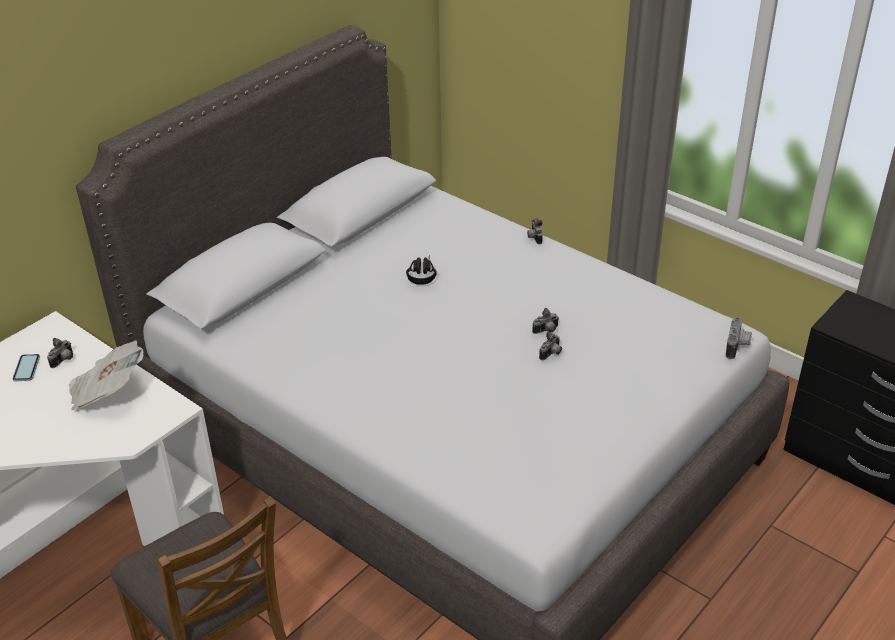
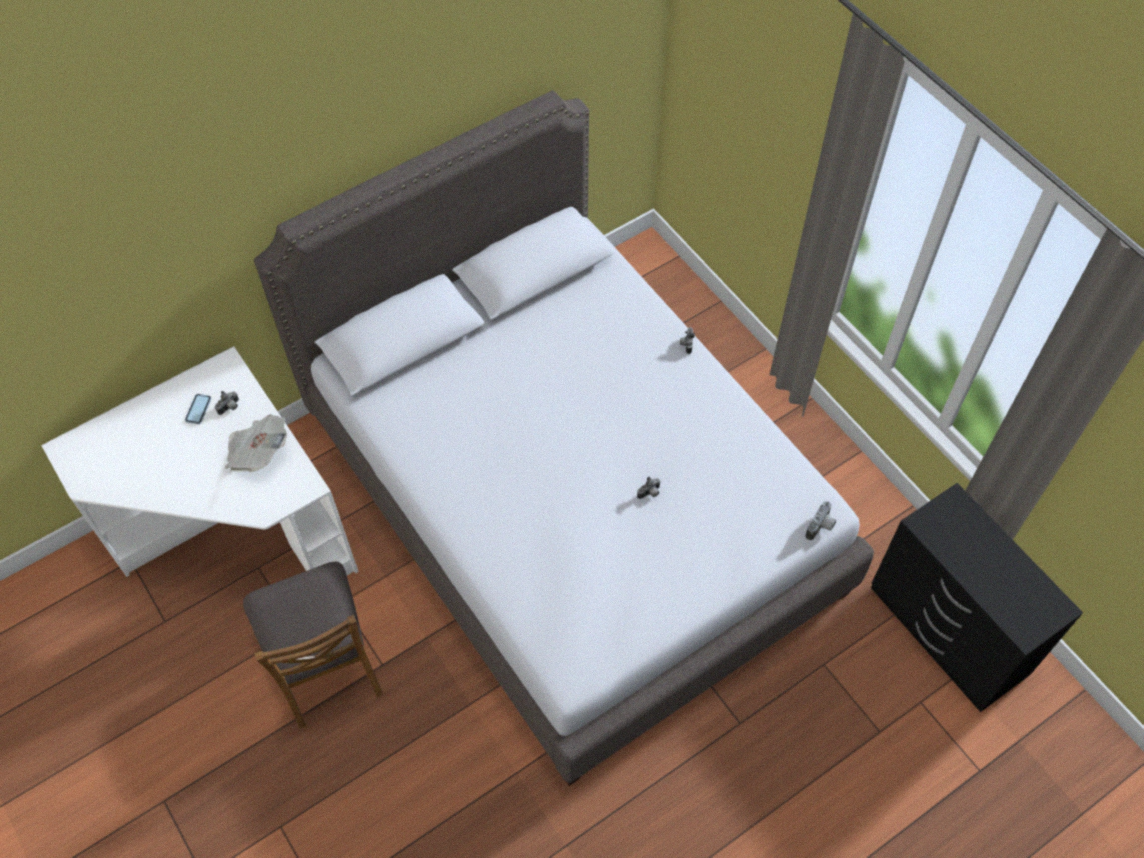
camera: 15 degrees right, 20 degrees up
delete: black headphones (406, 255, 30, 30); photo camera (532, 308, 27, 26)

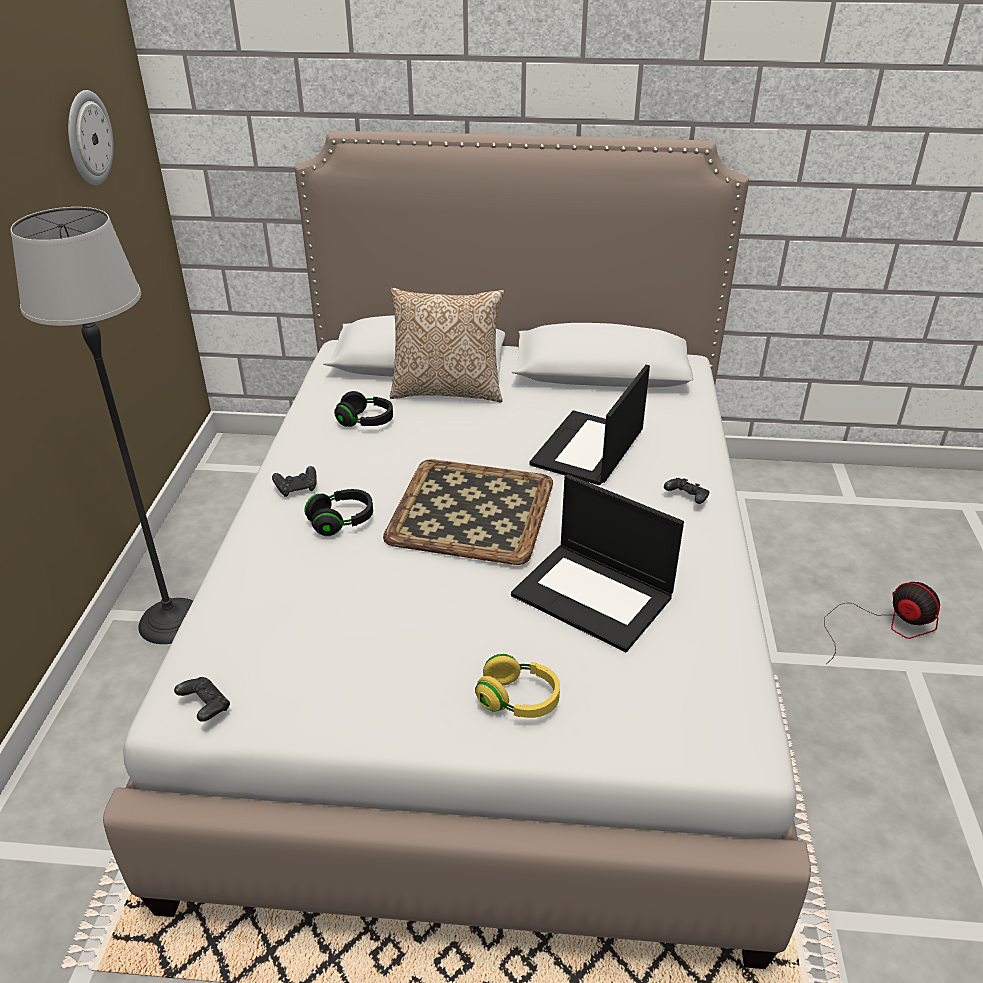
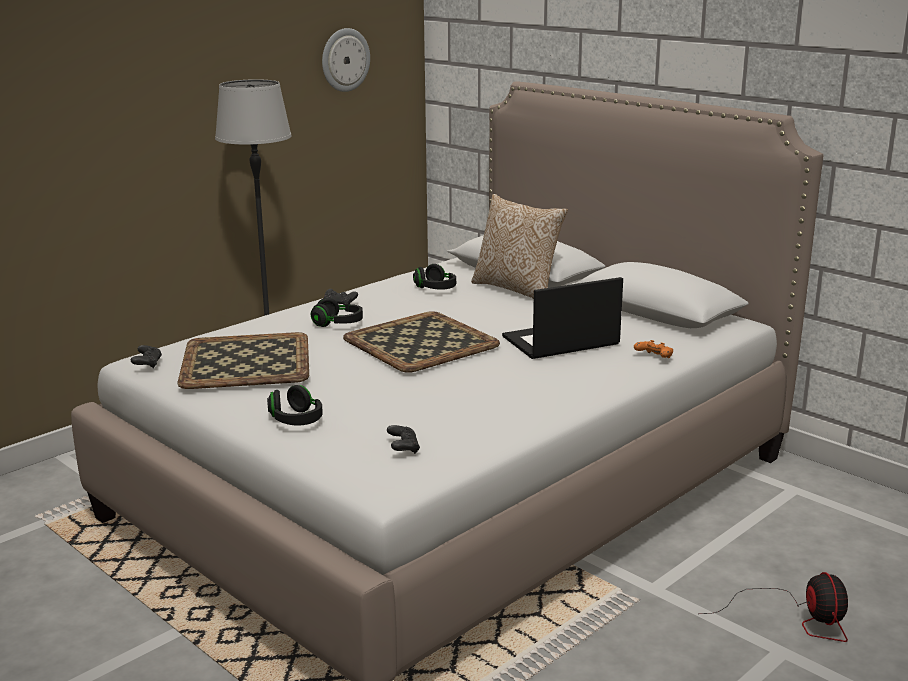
camera: 40 degrees right, 15 degrees down
delete: laptop (511, 474, 173, 178)
insert: tray (177, 332, 132, 57); orange game controller (634, 340, 39, 18)
move: black game controller (664, 478, 46, 26) to (387, 425, 33, 29)
recolor: yellow headphones (475, 654, 85, 64) to black headphones (267, 385, 56, 40)

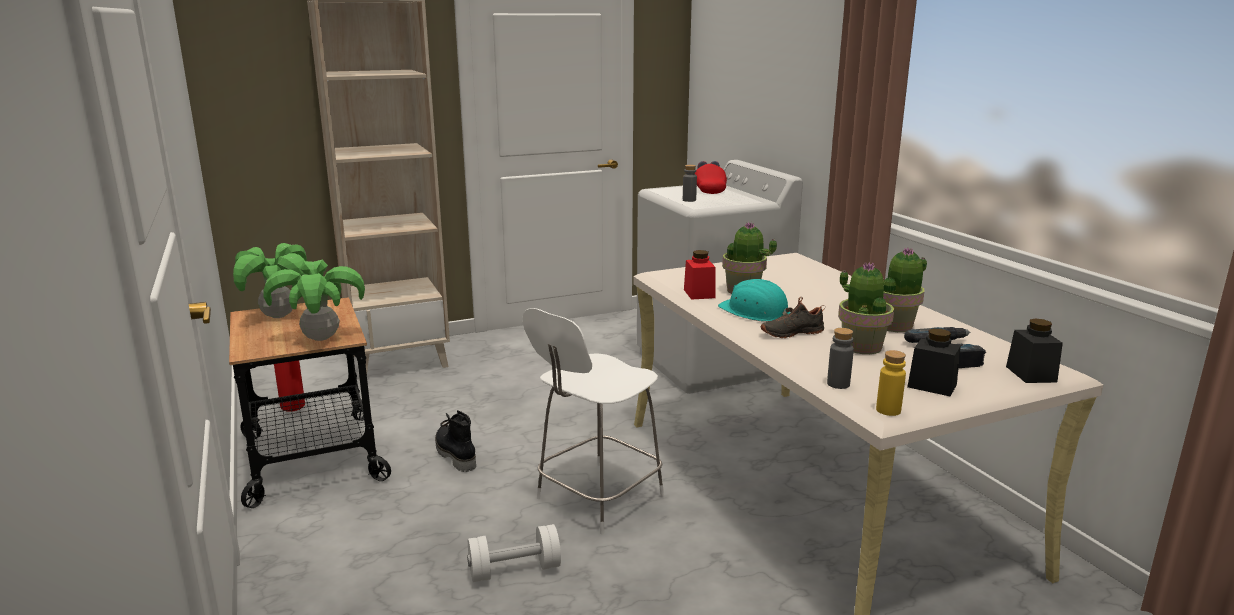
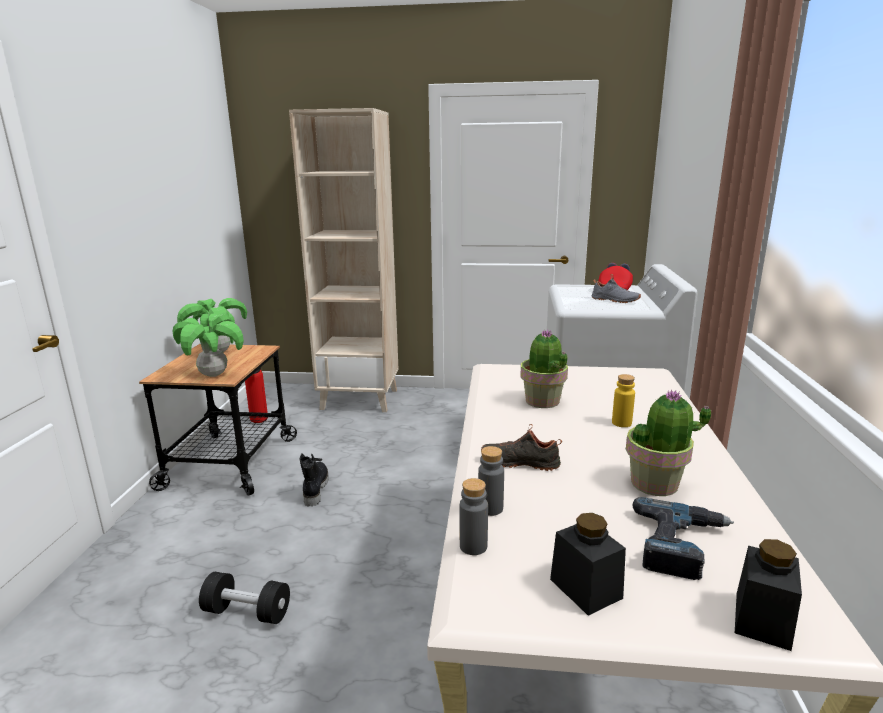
camera: 30 degrees right, 0 degrees up
delete: red jar (684, 250, 31, 50); potted plant (838, 262, 56, 92); turquoise hard hat (718, 279, 75, 43); white chair (523, 308, 141, 226)
insert: grey shoe (592, 274, 49, 29)
move: grey bottle (683, 165, 14, 37) to (478, 446, 26, 70); yellow bottle (876, 350, 30, 66) to (612, 374, 23, 53)
recolor: white dumbbell (467, 524, 94, 58) to black dumbbell (199, 572, 91, 52)

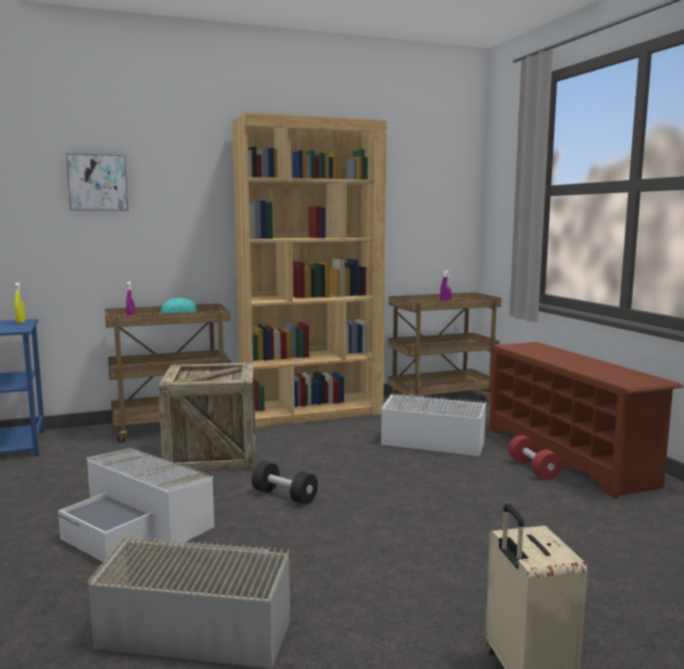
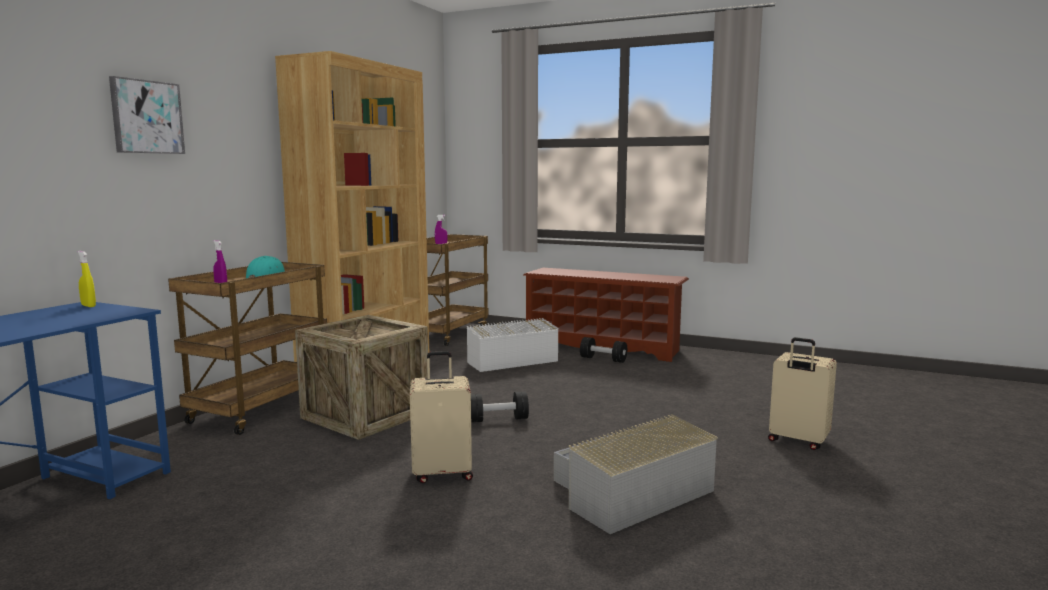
camera: 45 degrees left, 0 degrees up
replace: white storage box (58, 448, 156, 114) to beige suitcase (410, 351, 63, 132)
recolor: red dumbbell (508, 435, 55, 45) to black dumbbell (580, 337, 47, 26)

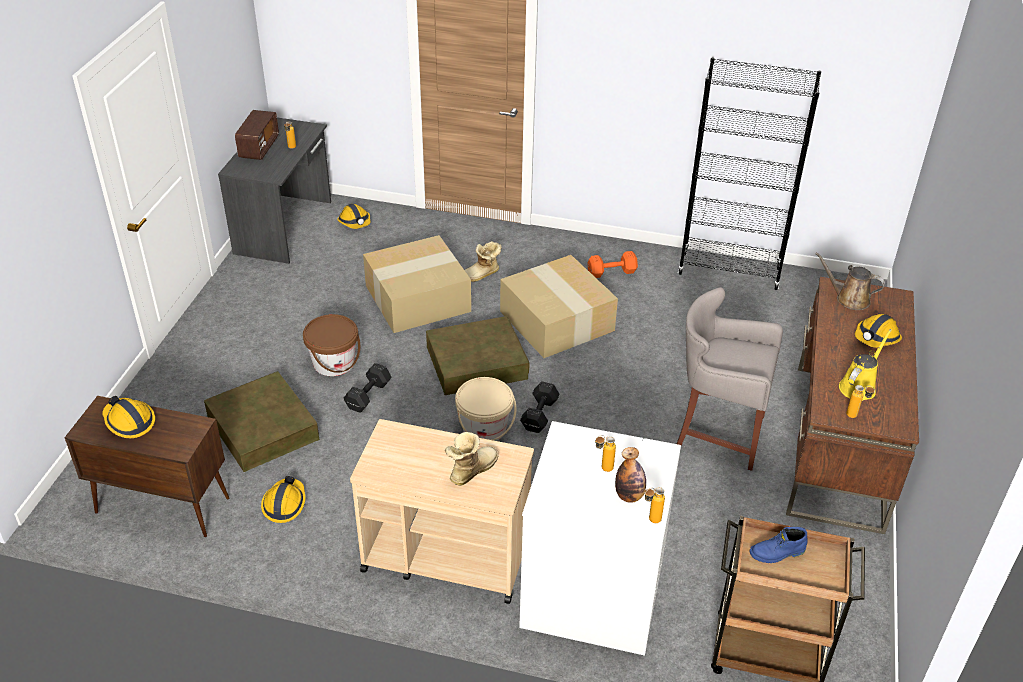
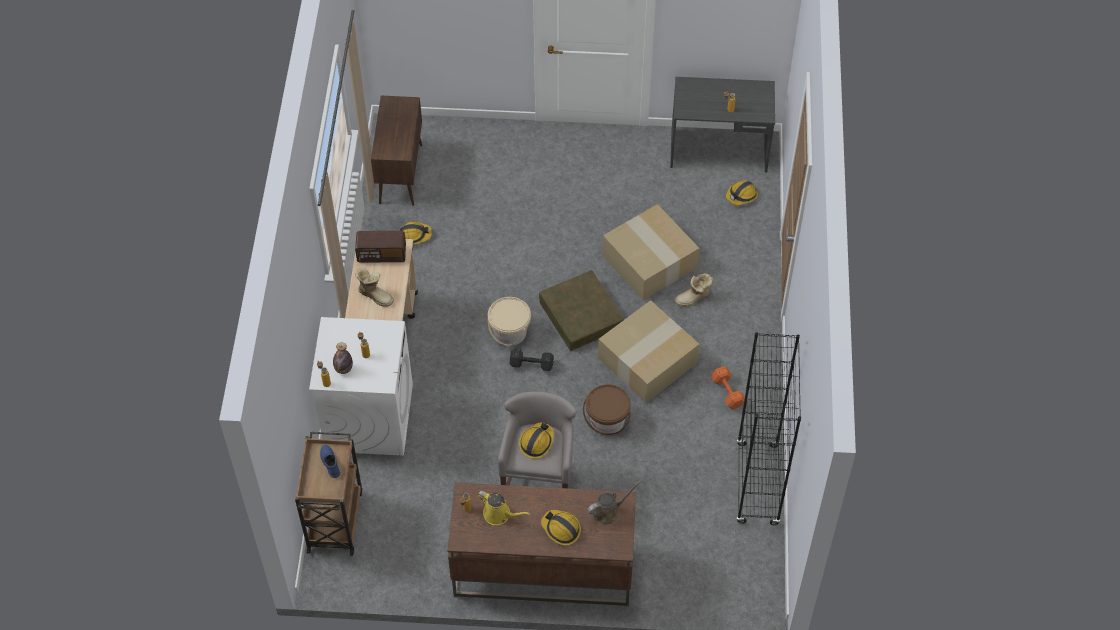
camera: 80 degrees right, 15 degrees up
delete: black dumbbell (344, 363, 48, 50); brown storage box (204, 371, 115, 101)
move: radio (235, 110, 44, 50) to (355, 231, 51, 32); brown bucket (303, 314, 57, 62) to (583, 384, 48, 51); hard hat (102, 396, 53, 42) to (519, 422, 35, 37)
rotate: boot (465, 241, 37, 41) = (674, 273, 39, 34) 75 degrees counterclockwise; brown watering can (816, 252, 69, 58) = (587, 481, 54, 44) 45 degrees clockwise

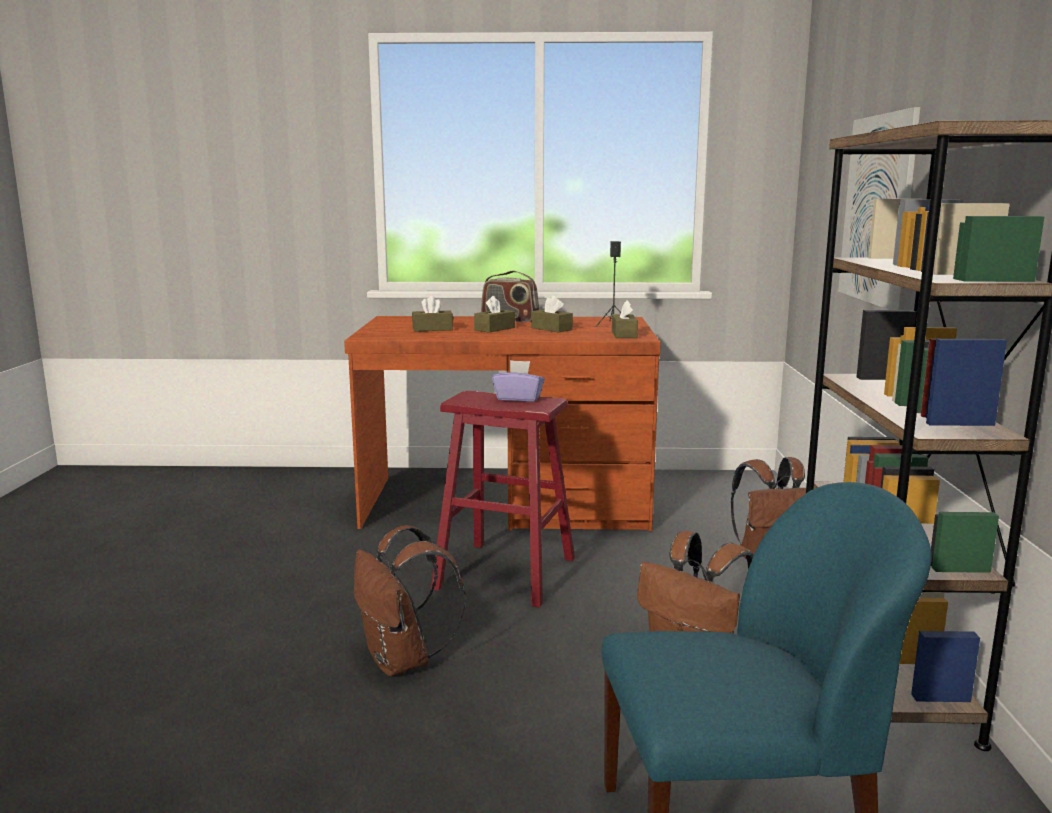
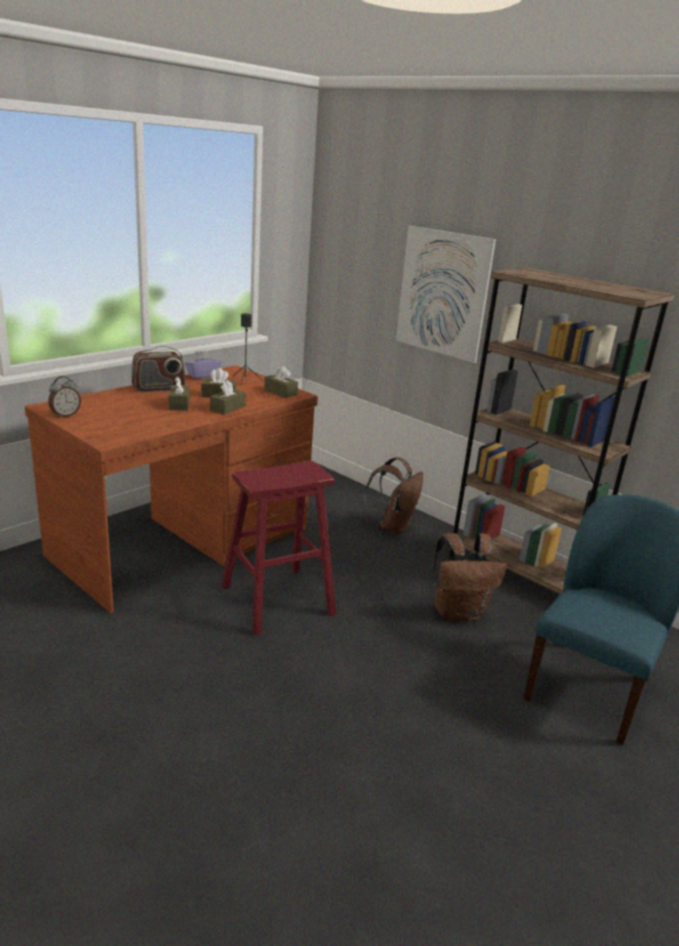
camera: 50 degrees left, 10 degrees up
delete: brown backpack (354, 525, 112, 151)
insert: alarm clock (48, 376, 33, 42)
move: brown tissue box (412, 296, 41, 36) to (210, 380, 36, 35); purple tissue box (492, 360, 53, 42) to (185, 350, 36, 29)

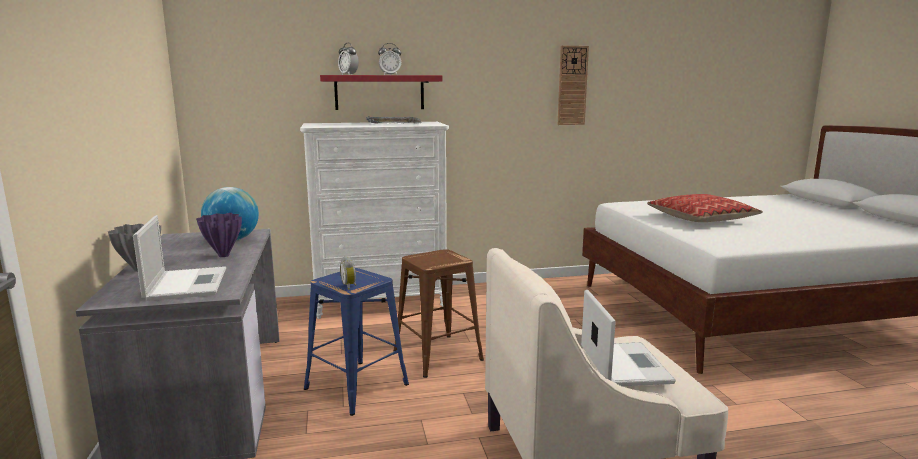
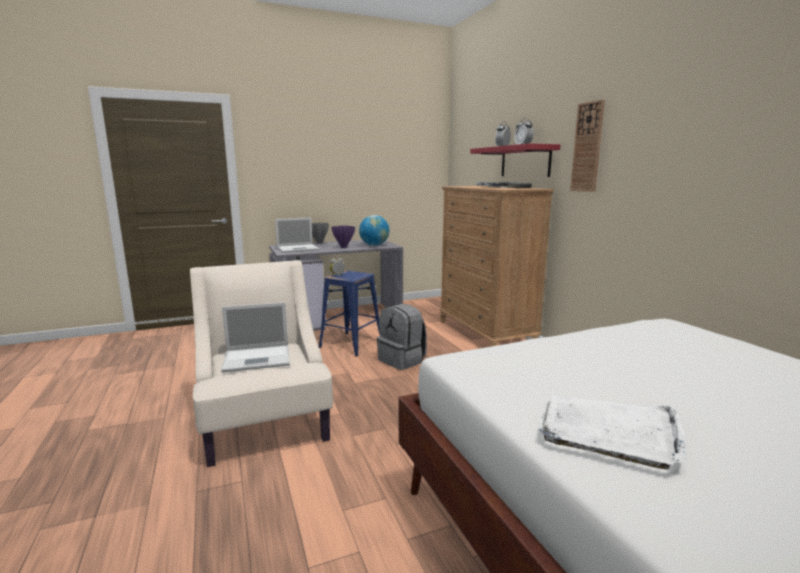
camera: 80 degrees right, 0 degrees up
delete: pillow (647, 194, 116, 28)
insert: white tray (539, 395, 147, 74)
move: wall clock (558, 46, 31, 79) to (570, 100, 35, 92)
replace: brown stool (394, 249, 90, 129) to grey backpack (377, 304, 50, 66)
recolor: white dresser (300, 122, 149, 197) to brown dresser (440, 186, 114, 161)

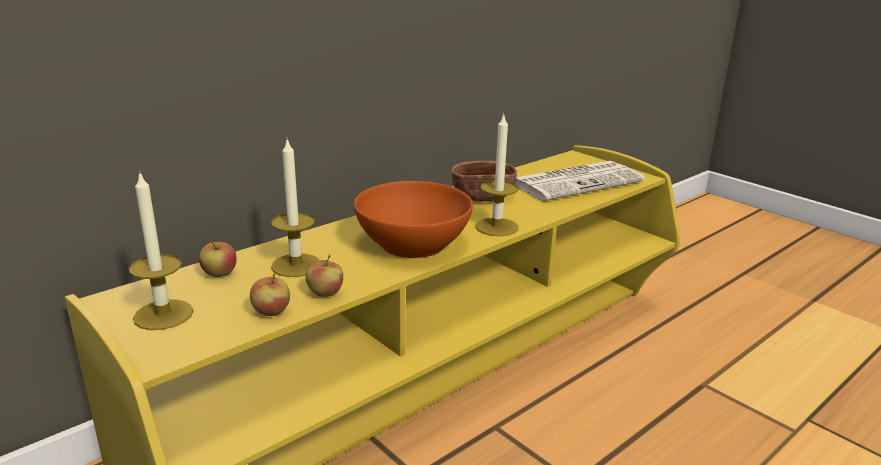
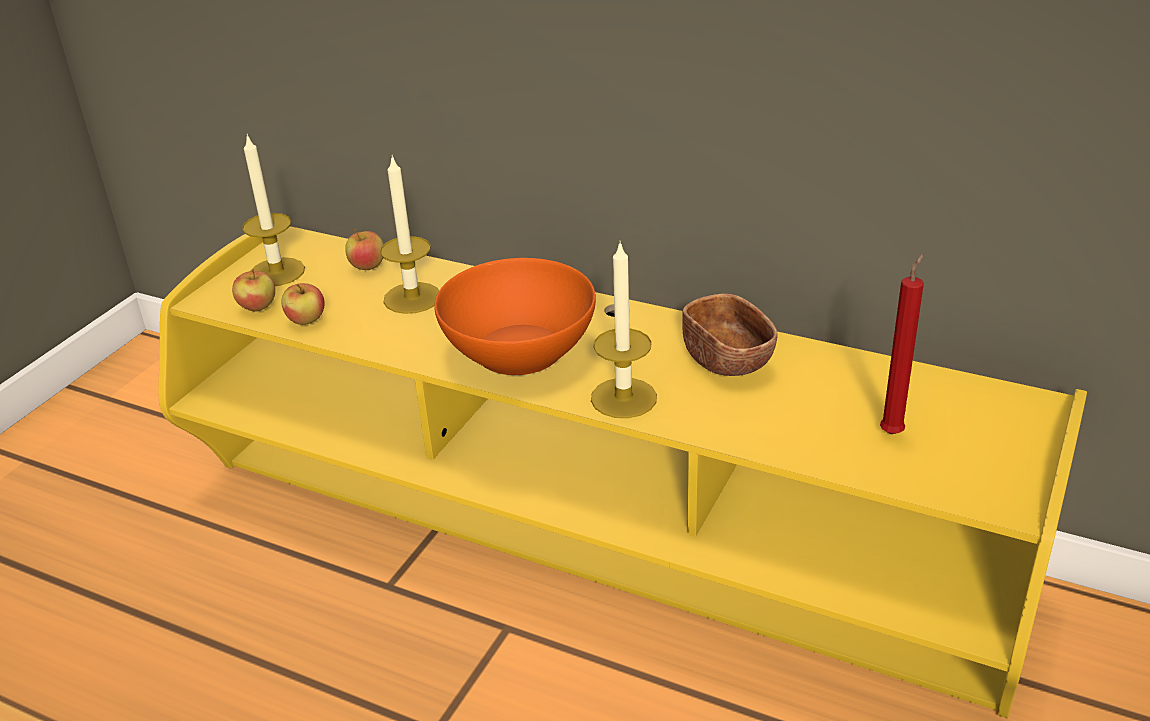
camera: 70 degrees right, 10 degrees up
move: apple (305, 254, 38, 43) to (232, 269, 43, 43)
replace: newspaper (515, 161, 130, 40) to red candle (880, 253, 44, 181)

